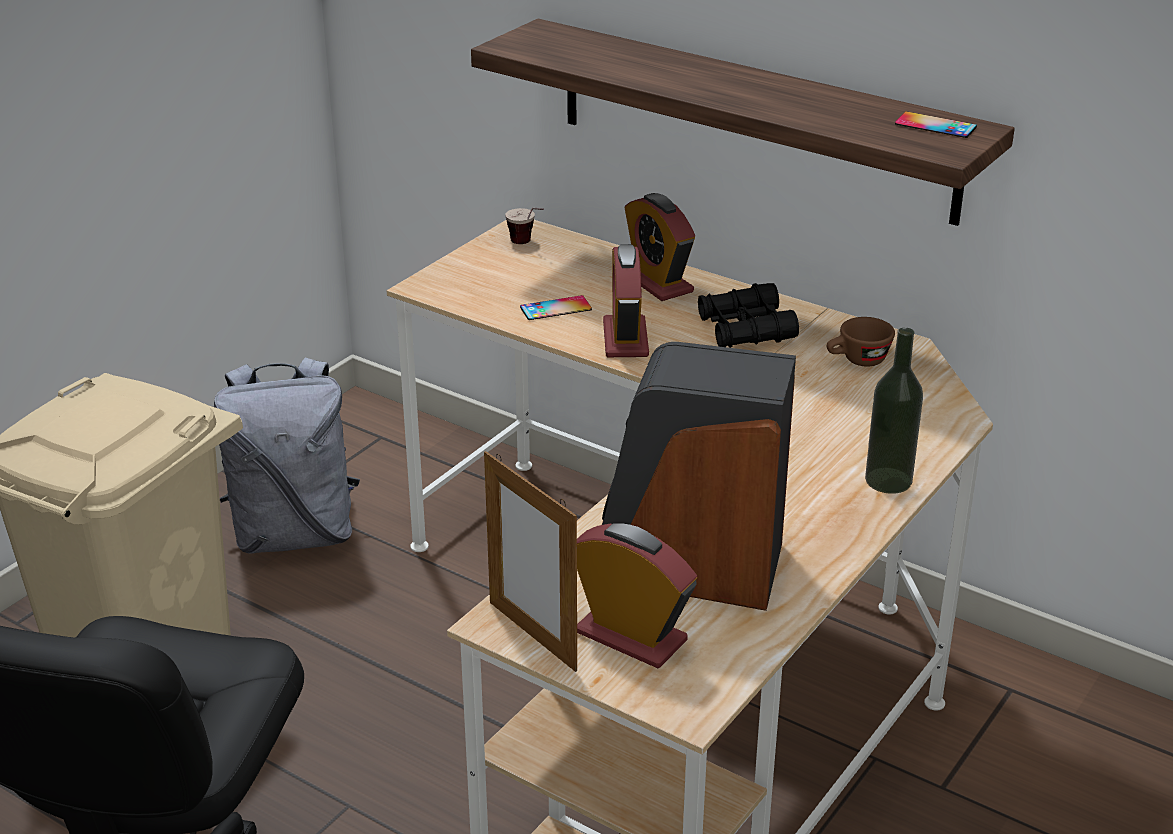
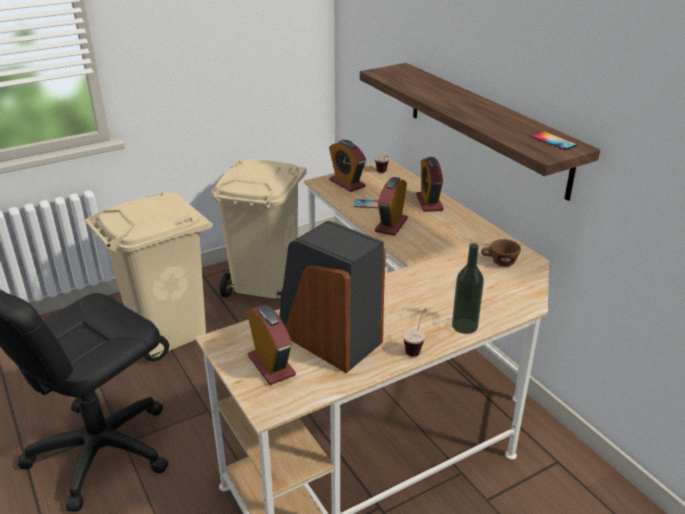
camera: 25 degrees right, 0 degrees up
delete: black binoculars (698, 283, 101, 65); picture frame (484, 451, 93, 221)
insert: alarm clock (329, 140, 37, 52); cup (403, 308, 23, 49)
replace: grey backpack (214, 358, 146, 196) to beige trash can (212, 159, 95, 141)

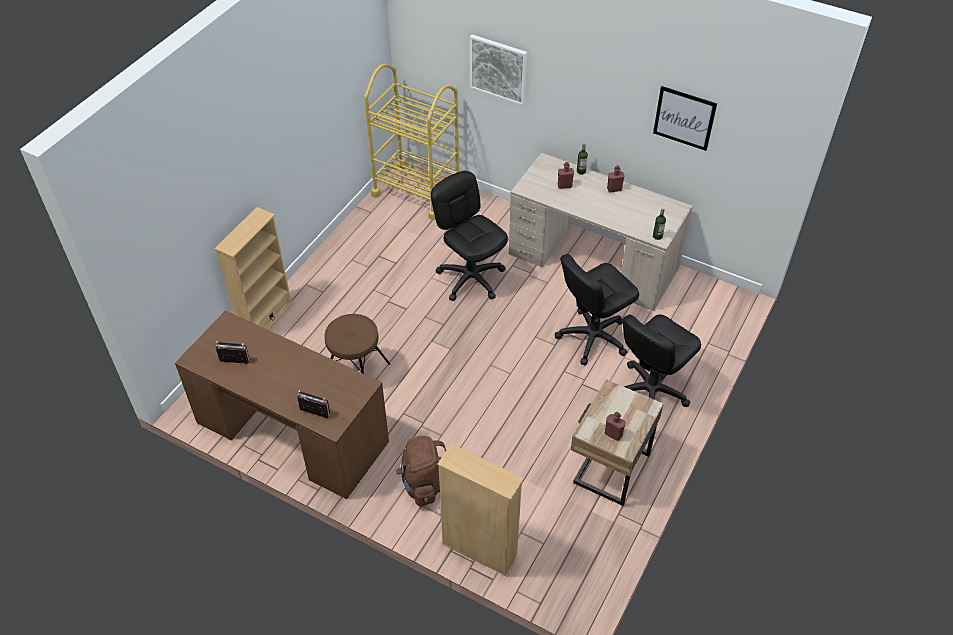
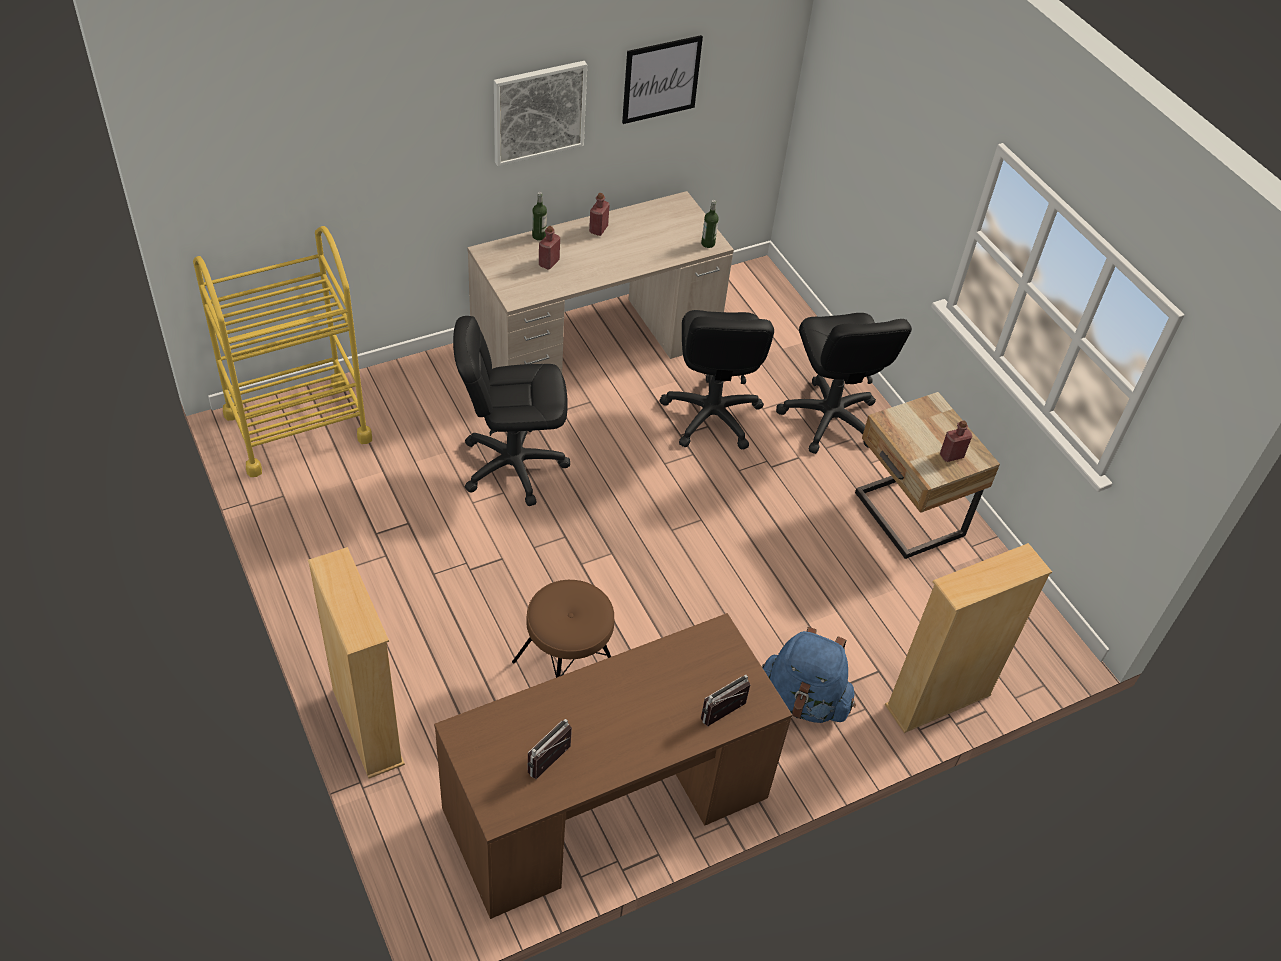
camera: 60 degrees left, 0 degrees up
move: picture (470, 34, 57, 72) to (494, 61, 93, 105)
recolor: brown backpack (396, 436, 50, 70) to blue backpack (762, 627, 94, 96)

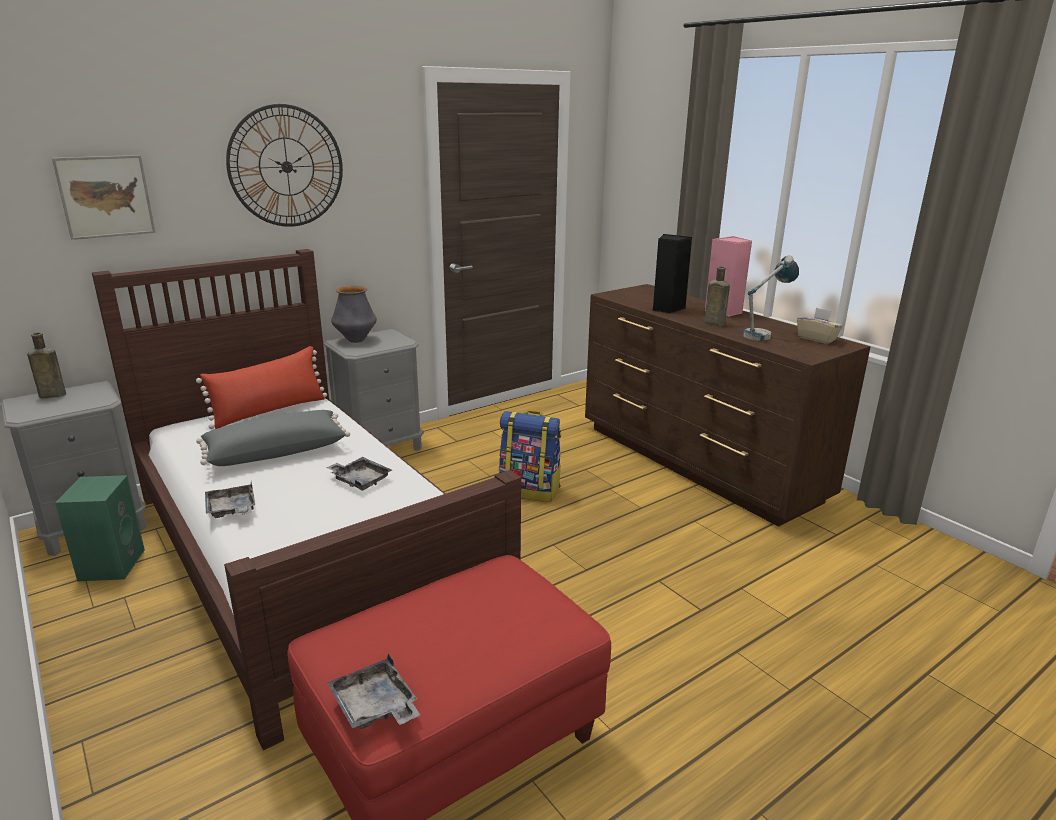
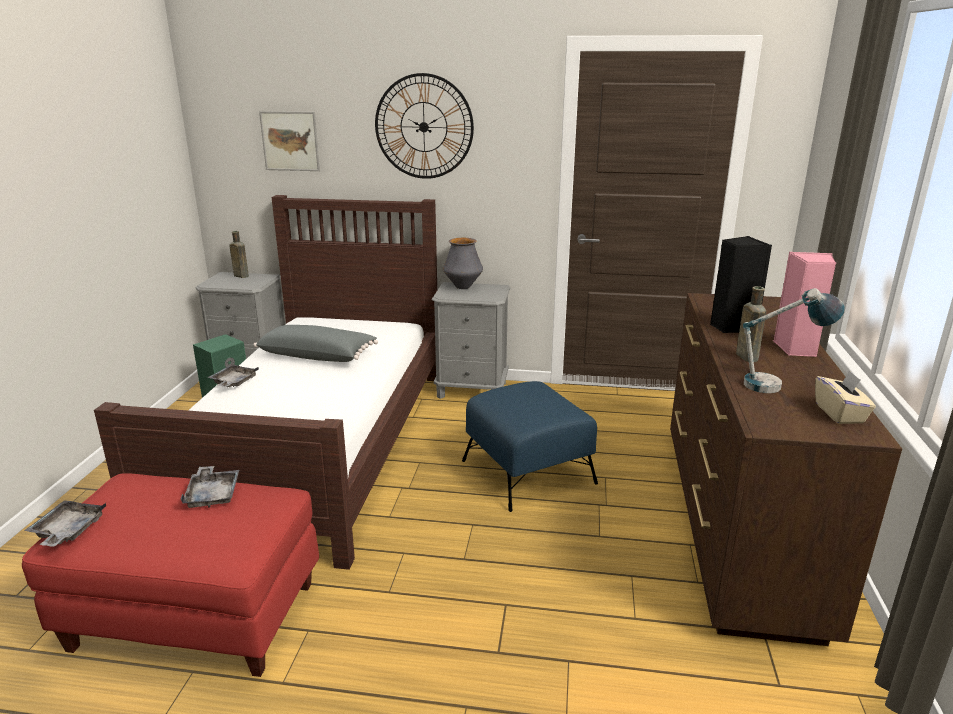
camera: 45 degrees right, 0 degrees up
delete: red pillow (196, 346, 131, 83)
move: grey tray (326, 457, 66, 34) to (181, 466, 58, 42)
replace: backpack (499, 411, 62, 91) to blue ottoman (462, 381, 136, 131)

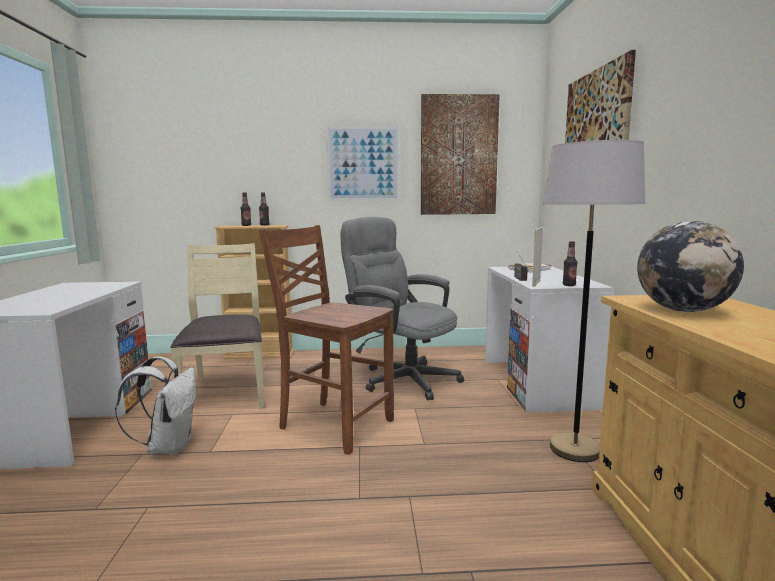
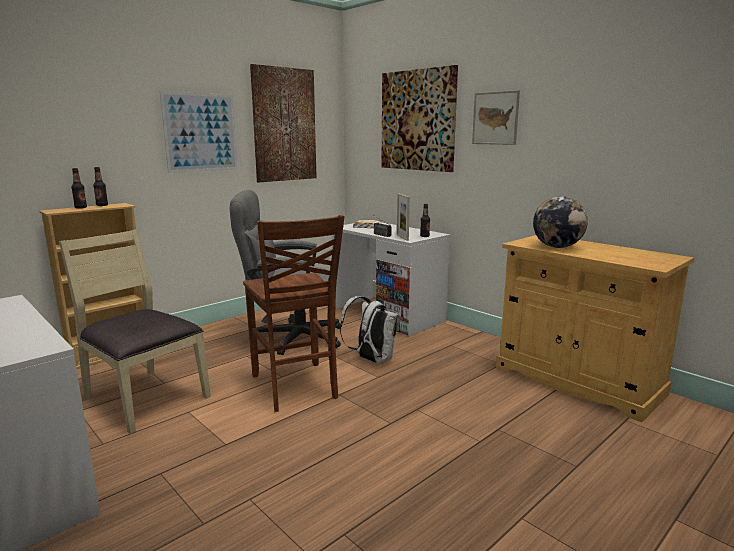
camera: 40 degrees left, 5 degrees up
delete: grey floor lamp (543, 140, 102, 322)
insert: picture (472, 90, 48, 55)
move: white backpack (115, 356, 81, 99) to (340, 296, 61, 67)
rotate: brown chair (259, 225, 135, 230) = (243, 215, 102, 197) 105 degrees counterclockwise

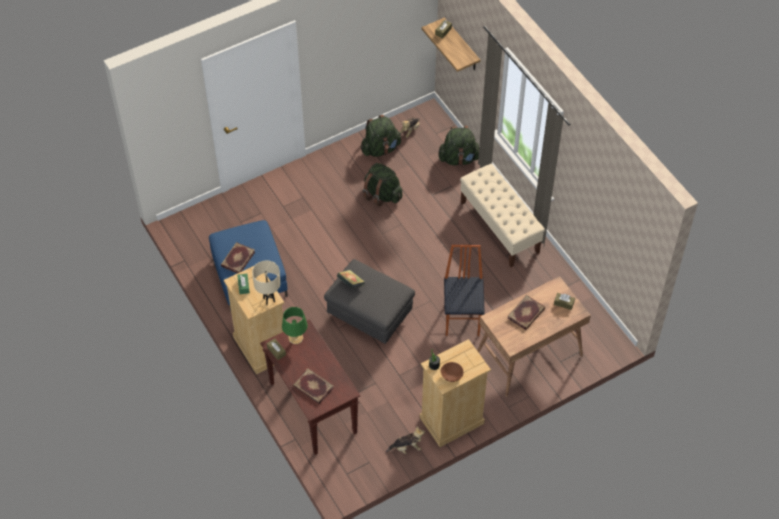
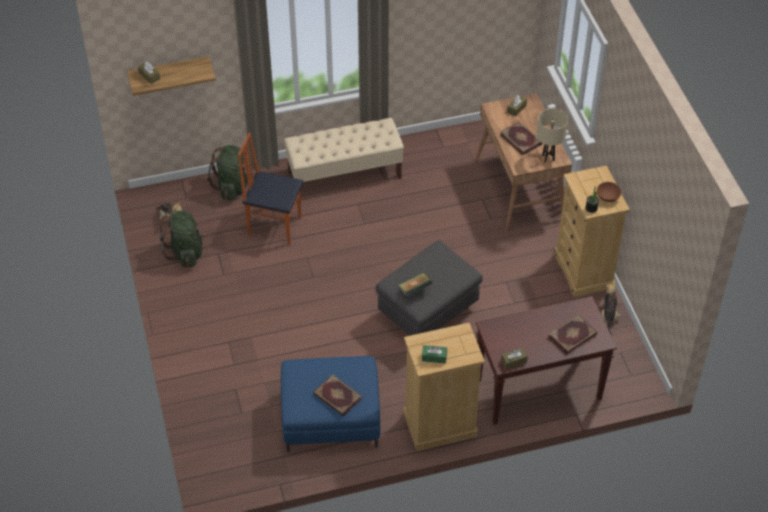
camera: 75 degrees left, 5 degrees down
delete: green backpack (363, 163, 39, 44); green table lamp (282, 307, 26, 37)
move: chair (444, 245, 41, 91) to (238, 132, 66, 113); beige table lamp (252, 260, 29, 45) to (537, 109, 31, 53)

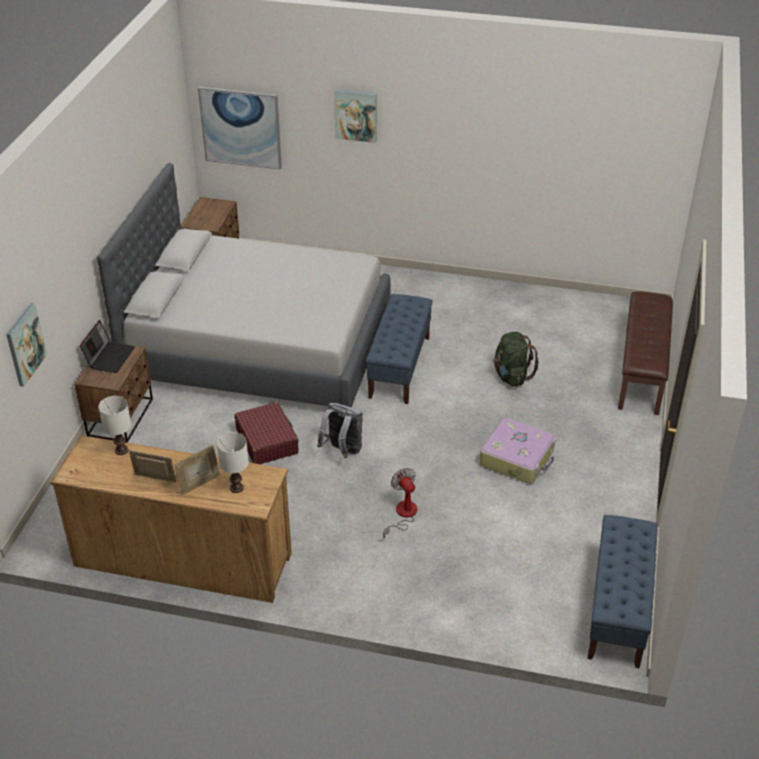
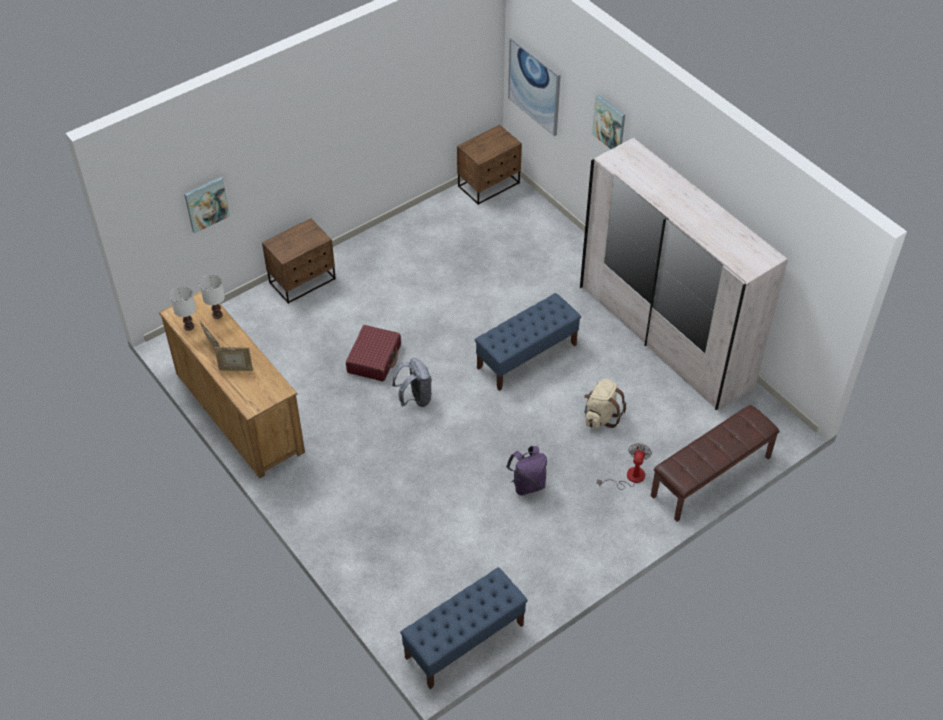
camera: 40 degrees right, 10 degrees up
delete: grey bed (97, 163, 294, 244); laptop (80, 320, 55, 53)
insert: white wardrobe (580, 138, 208, 273)
move: white table lamp (217, 432, 32, 61) to (170, 286, 26, 45); fan (383, 468, 34, 70) to (597, 443, 55, 47)
replace: suitcase (479, 418, 77, 66) to purple backpack (506, 446, 41, 50)
recolor: green backpack (493, 332, 46, 55) to beige backpack (584, 379, 42, 50)

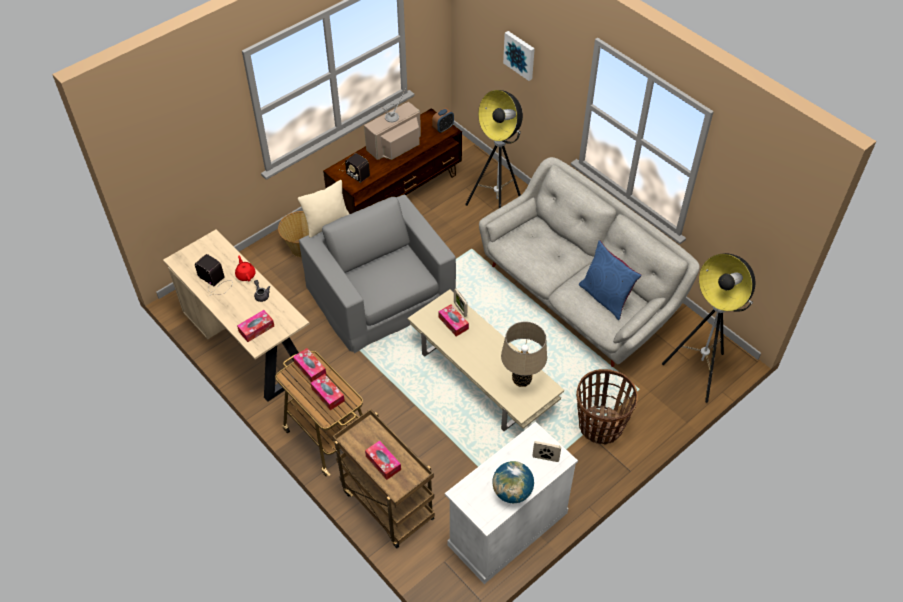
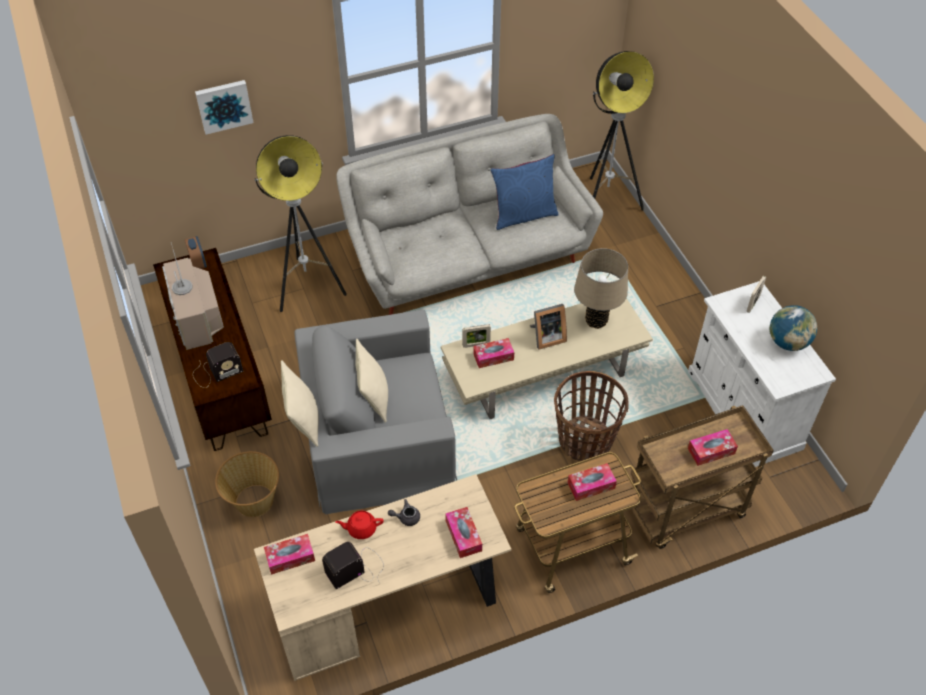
camera: 70 degrees left, 0 degrees up
insert: picture frame (530, 304, 37, 46); beige pillow (356, 339, 32, 84)
move: tissue box (293, 348, 34, 34) to (264, 534, 51, 41); basket (576, 369, 62, 76) to (554, 371, 74, 90)

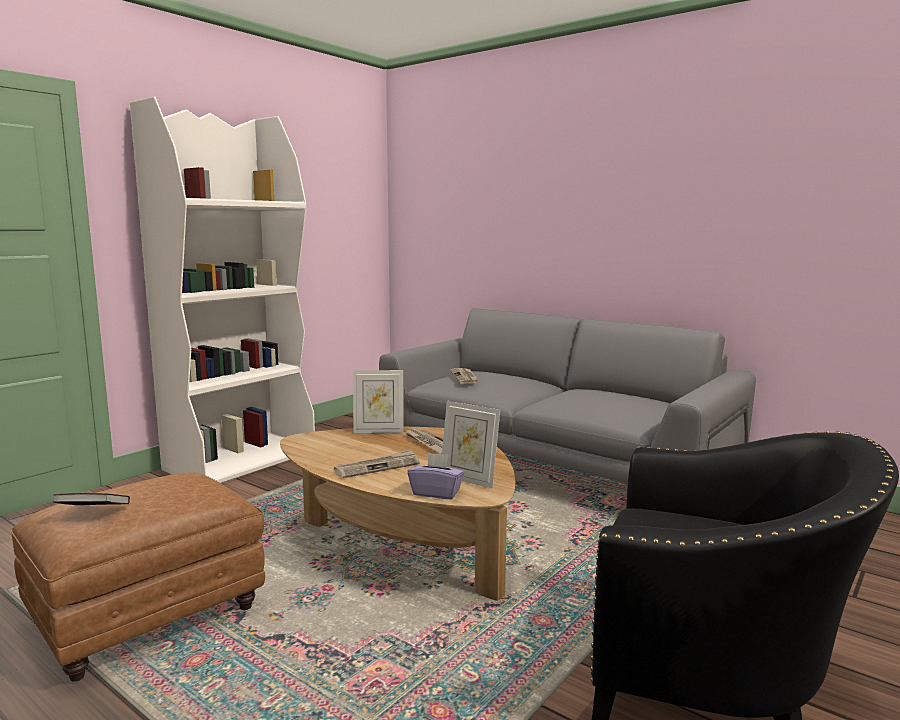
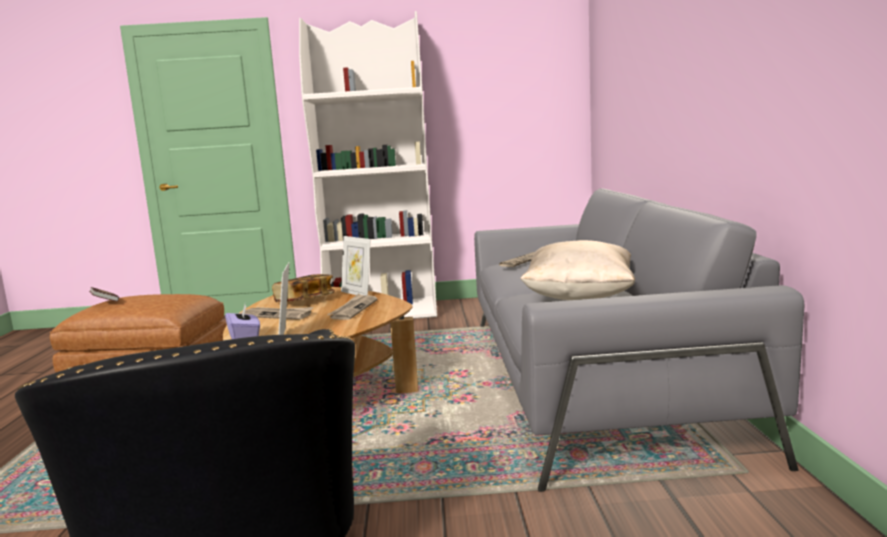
camera: 50 degrees right, 0 degrees up
insert: beige pillow (520, 240, 115, 60); book (272, 274, 63, 28)

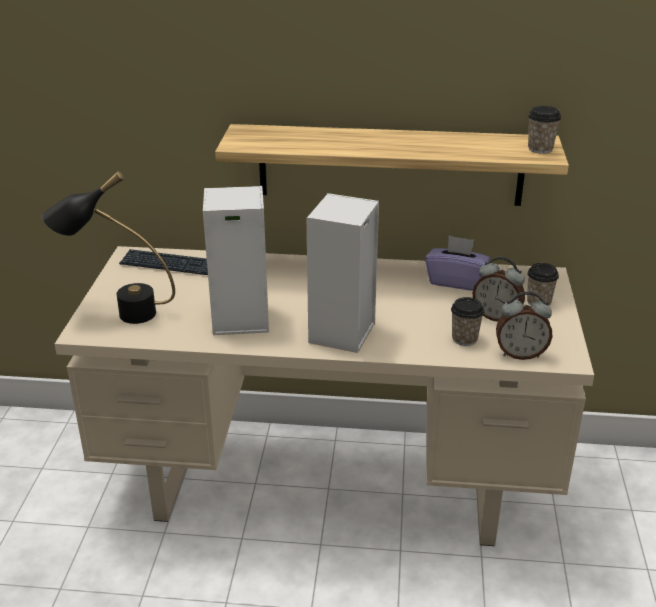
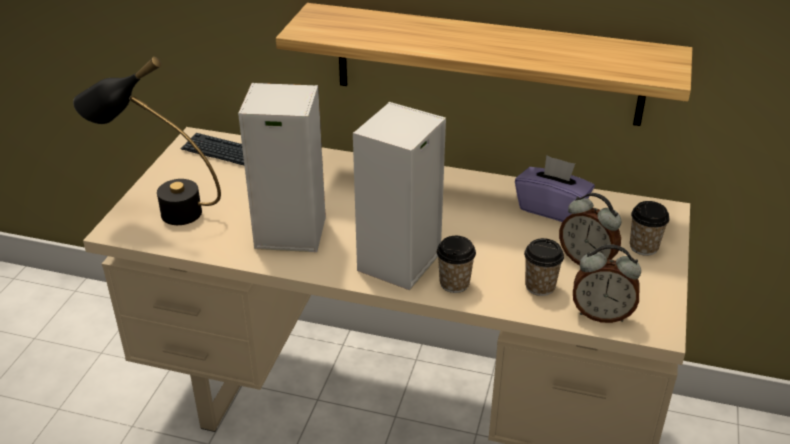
camera: 10 degrees right, 5 degrees up
move: cup (528, 106, 33, 48) to (437, 236, 39, 57)

